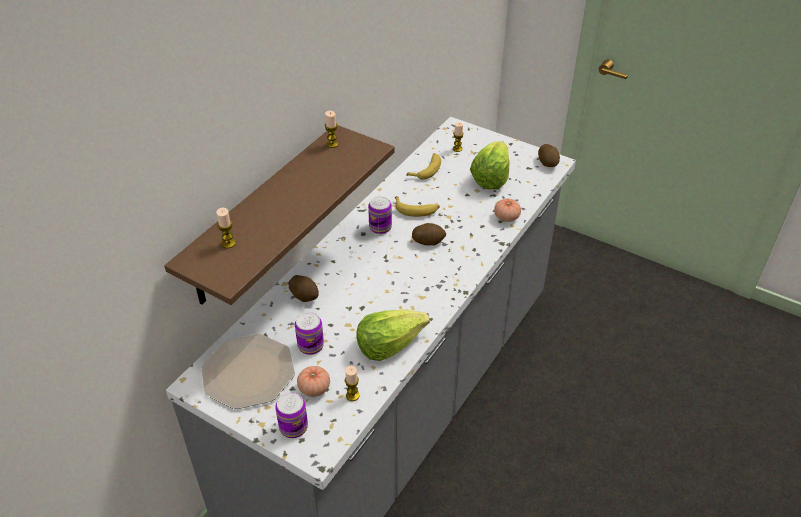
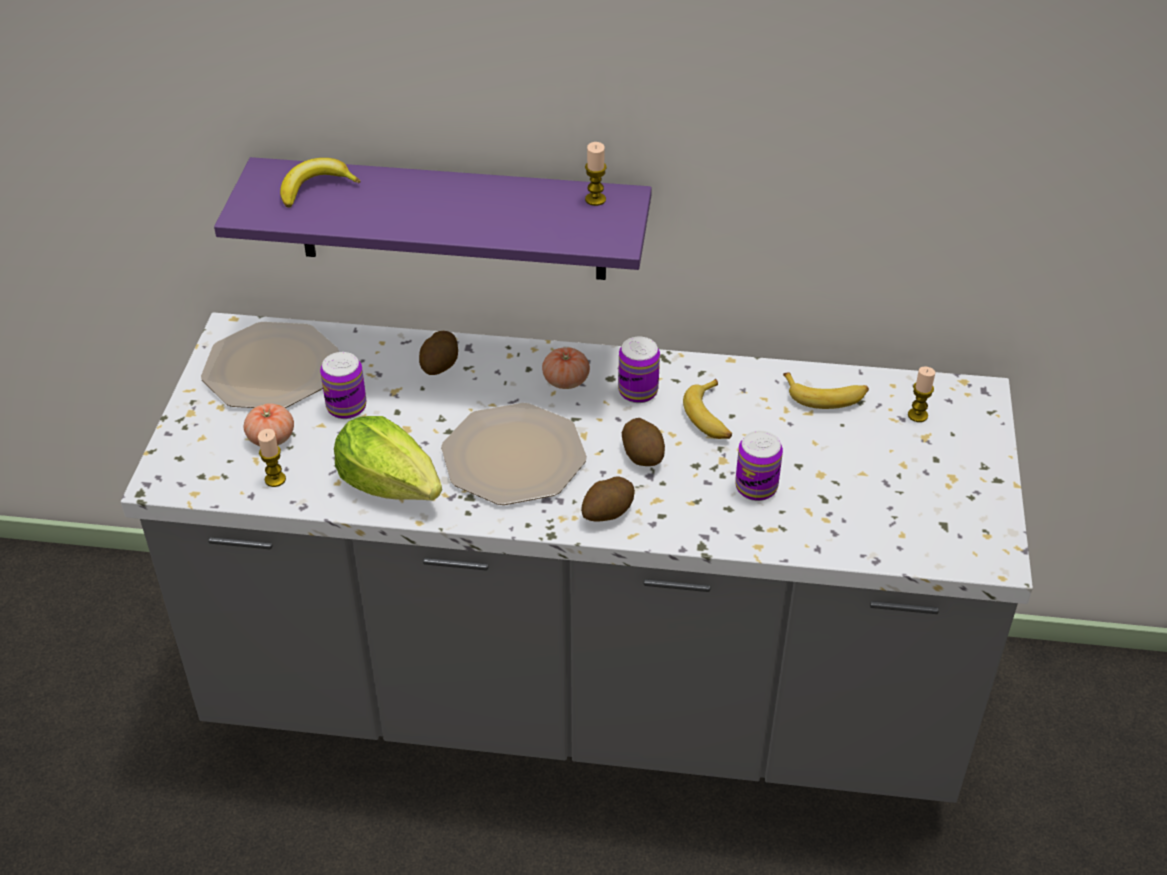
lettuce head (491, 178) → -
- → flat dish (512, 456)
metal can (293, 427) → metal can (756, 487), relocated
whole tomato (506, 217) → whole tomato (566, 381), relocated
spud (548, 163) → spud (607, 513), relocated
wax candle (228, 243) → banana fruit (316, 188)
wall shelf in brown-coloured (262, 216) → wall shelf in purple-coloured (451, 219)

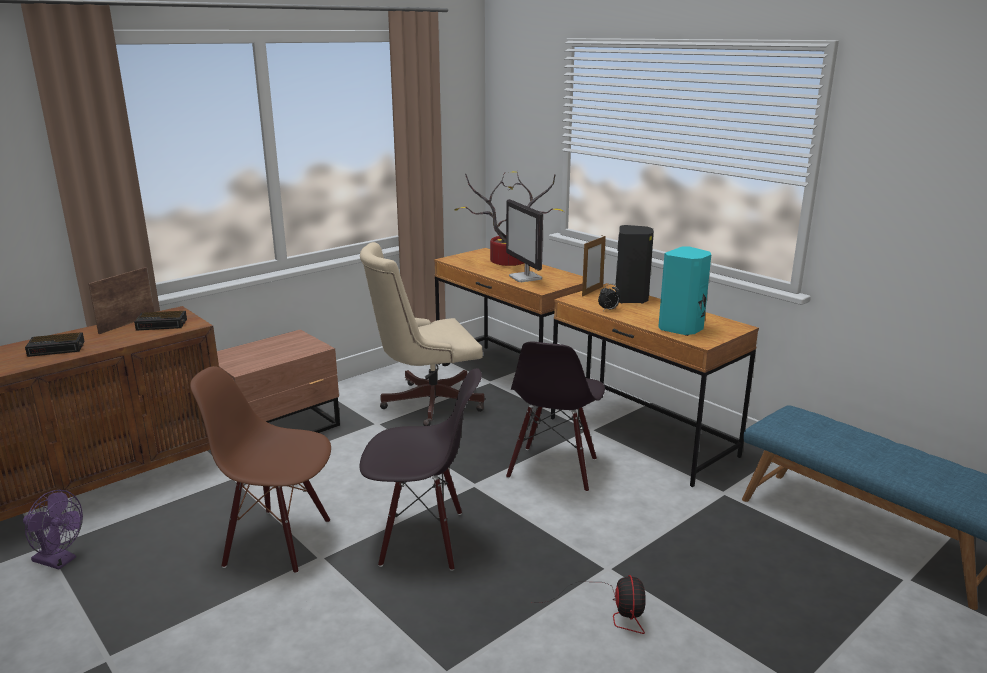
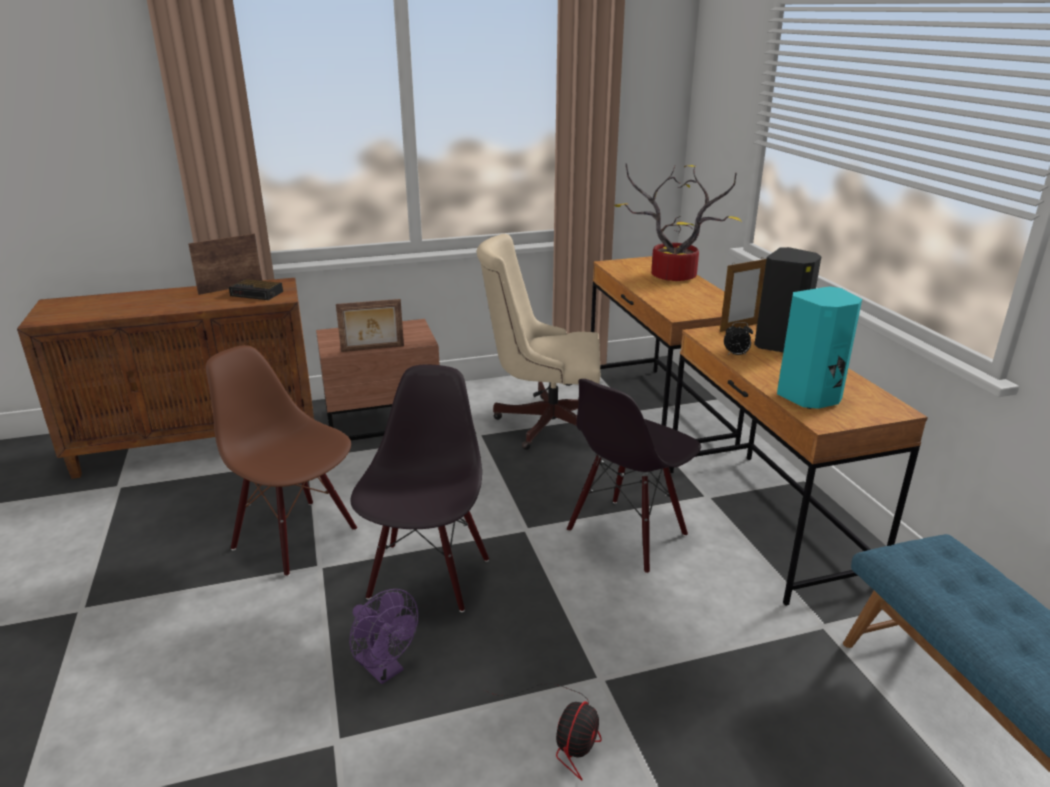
alarm clock (58, 348) → -
computer display (526, 278) → -
- → picture frame (372, 349)
fan in purple-coloured (59, 561) → fan in purple-coloured (385, 669), relocated
plain chair in black (422, 539) → plain chair in black (427, 577), 105 degrees counterclockwise

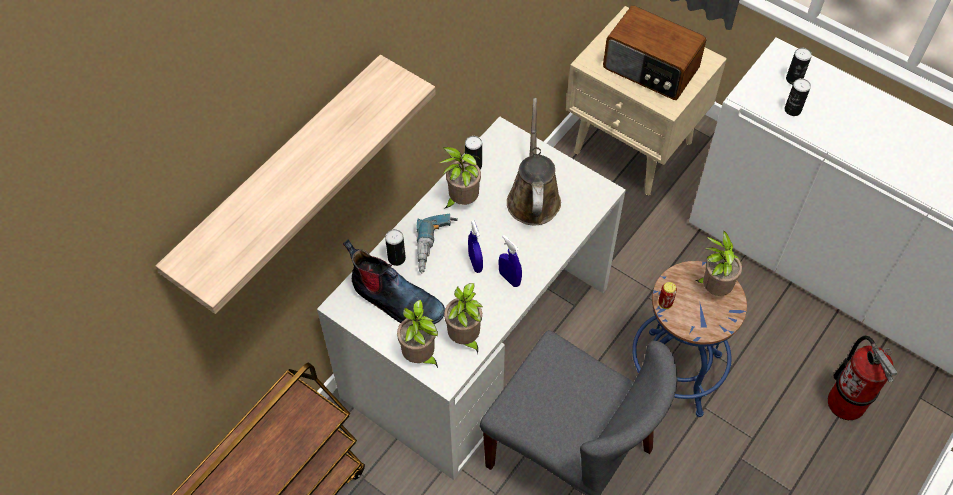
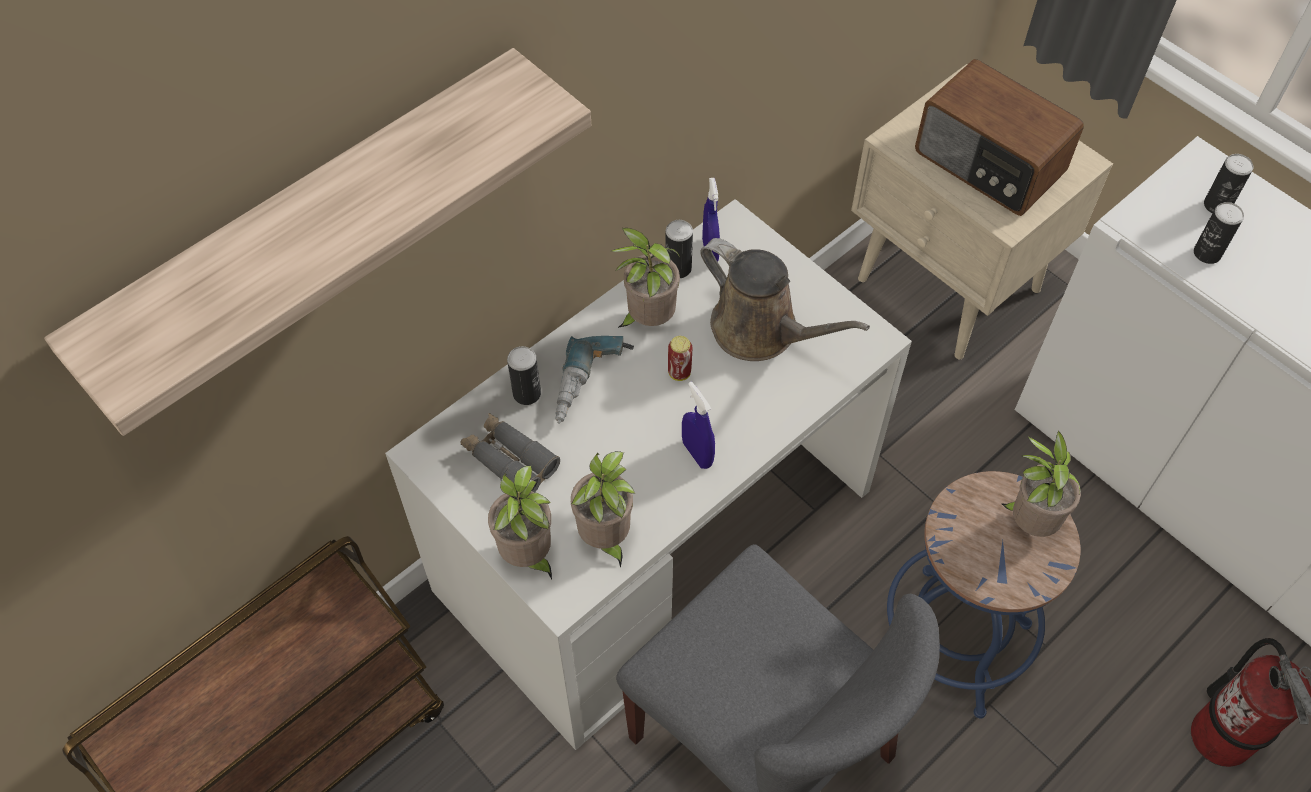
sprayer in bluish (475, 263) → sprayer in bluish (710, 251), relocated
metal can (665, 303) → metal can (679, 372), relocated
boot (395, 300) → field glasses in gray (509, 460)
sprinkling can in brown-coloured (533, 197) → sprinkling can in brown-coloured (761, 331), 120 degrees clockwise

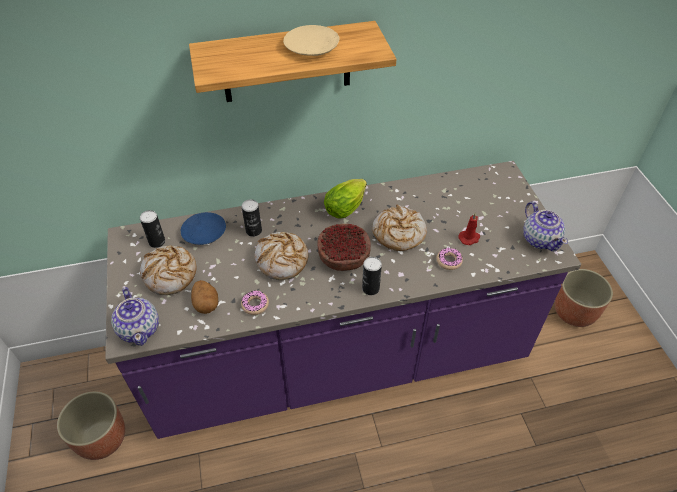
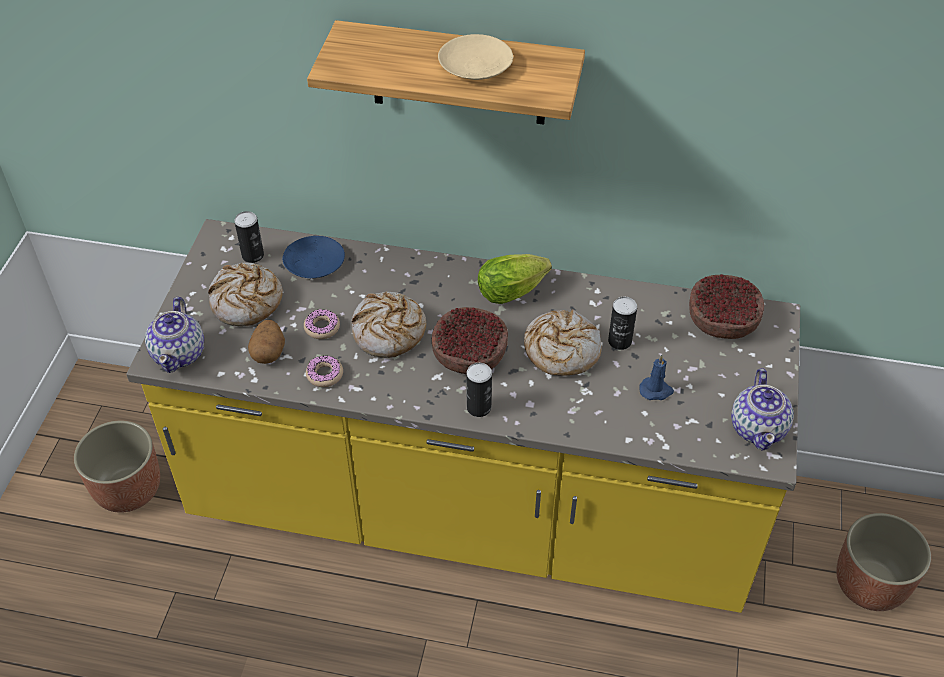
- → bowl (721, 320)
metal can (253, 231) → metal can (619, 341), relocated
ring doughnut (449, 261) → ring doughnut (322, 327), relocated
kitchen counter in purple-coloured (338, 358) → kitchen counter in yellowish (472, 508)
wax candle in red-coloured (469, 238) → wax candle in bluish (656, 390)

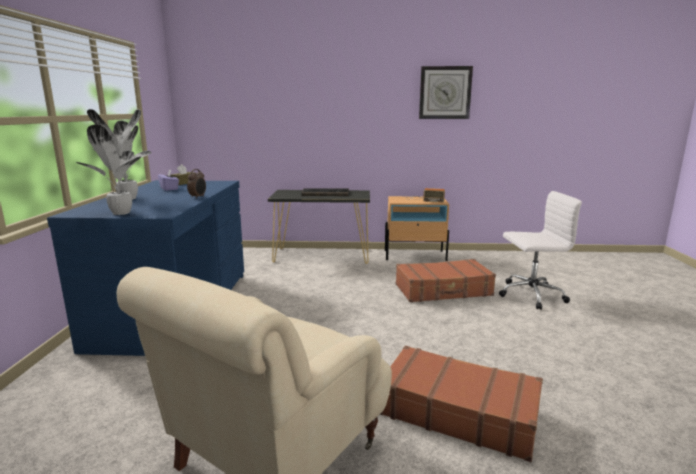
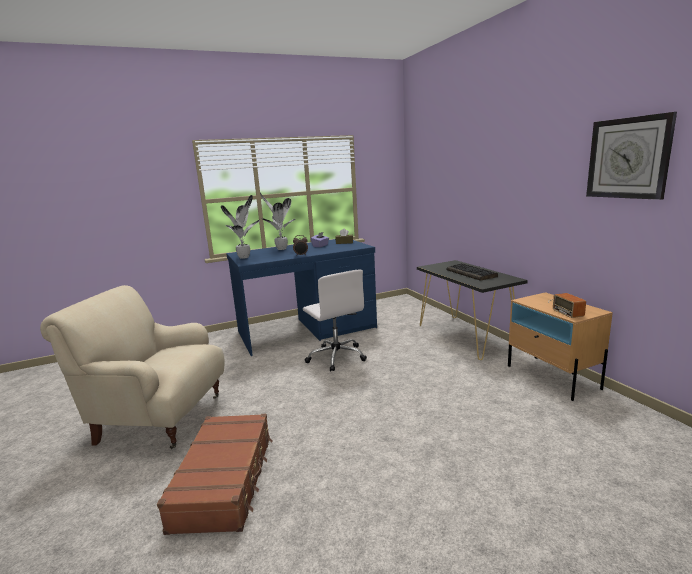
suitcase in brown-coloured (443, 290) → -
office chair in white (530, 295) → office chair in white (336, 357), relocated

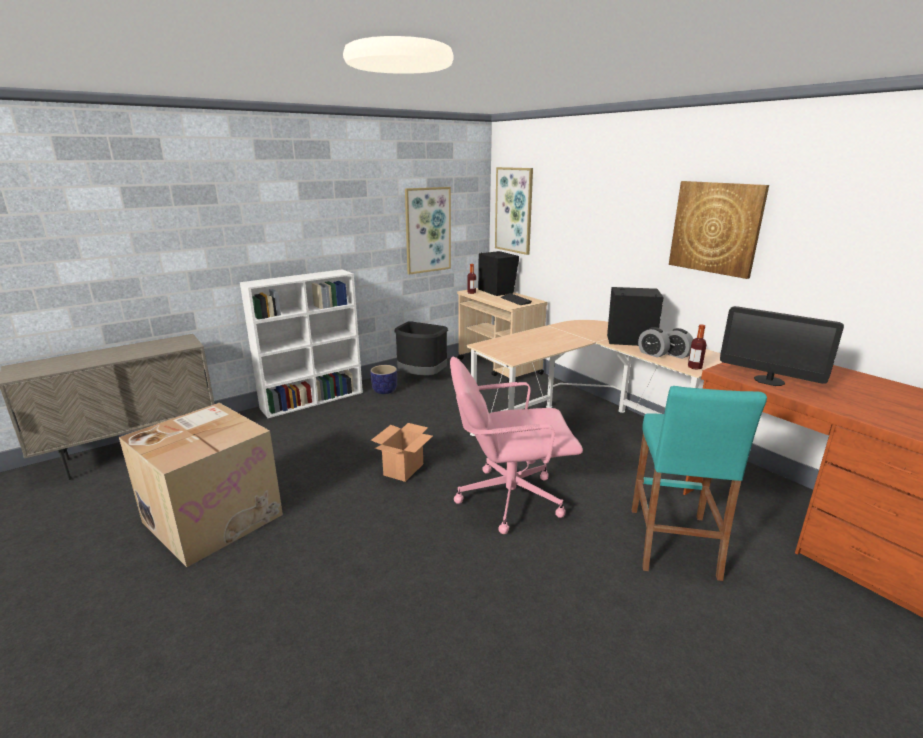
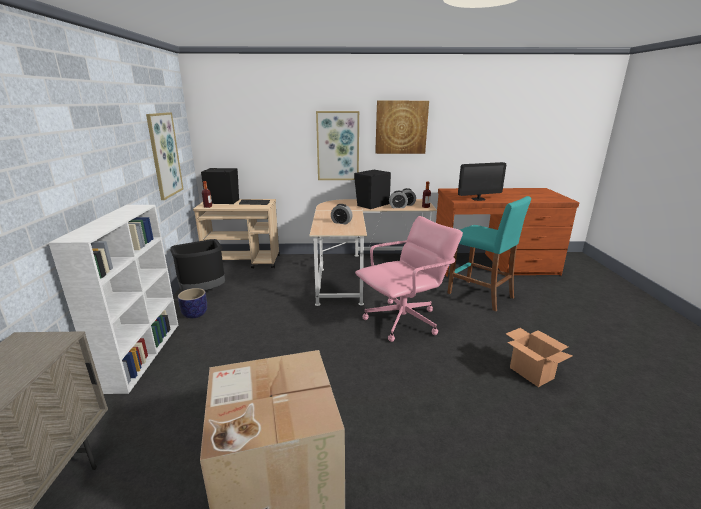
- → alarm clock (341, 222)
packing box (403, 469) → packing box (530, 373), relocated
wall picture (514, 210) → wall picture (338, 146), relocated
office chair in pinkish (508, 498) → office chair in pinkish (403, 321), 150 degrees counterclockwise

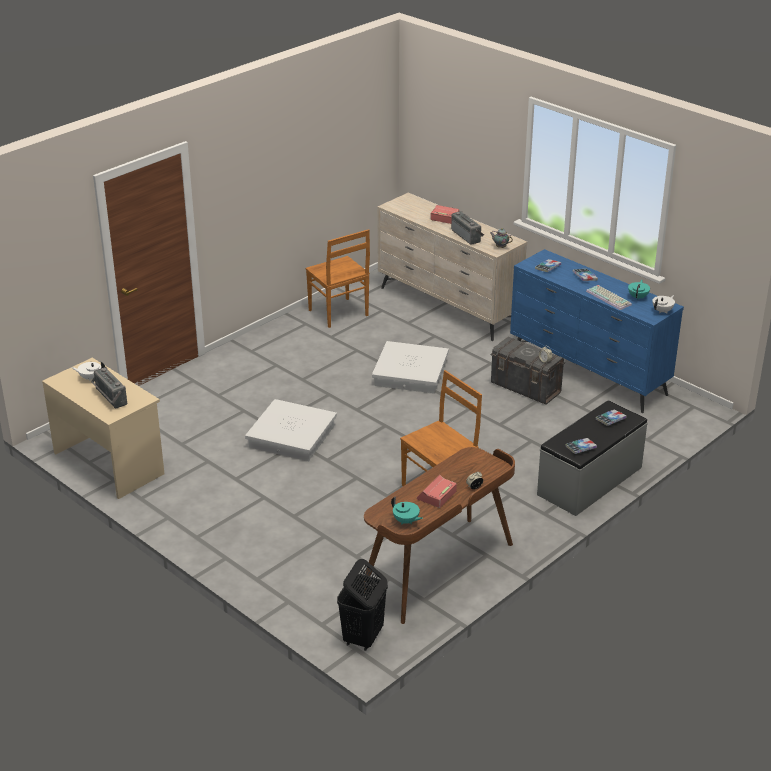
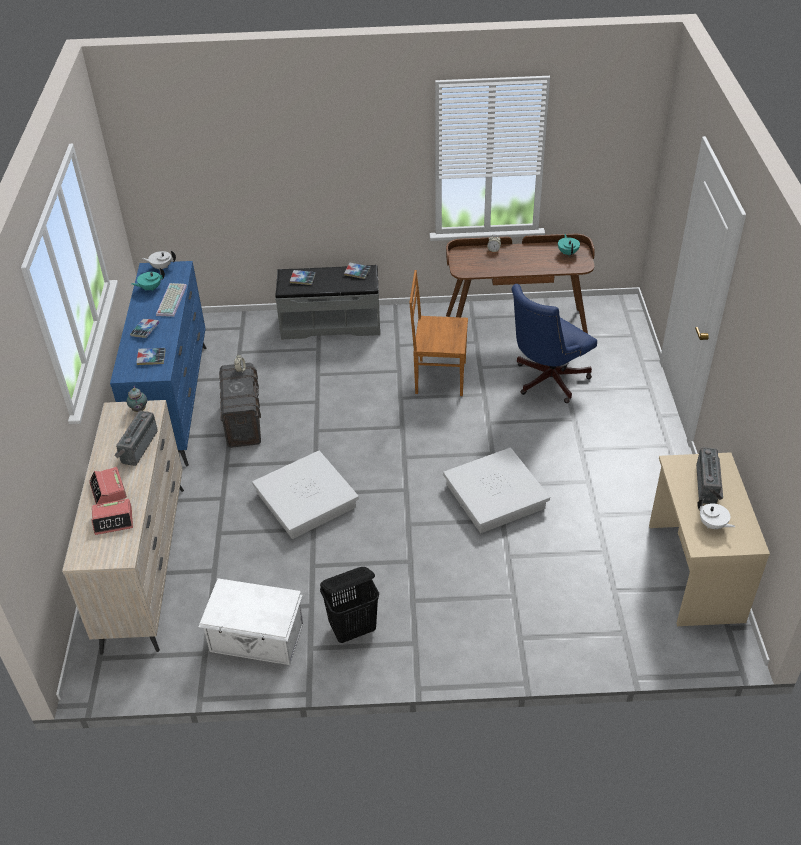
- → office chair in bluish (546, 381)
hamper in black (363, 637) → hamper in black (353, 629), relocated
alarm clock (436, 495) → alarm clock (113, 520), relocated
plain chair in brown-coloured (339, 313) → storage bin in white (257, 638)

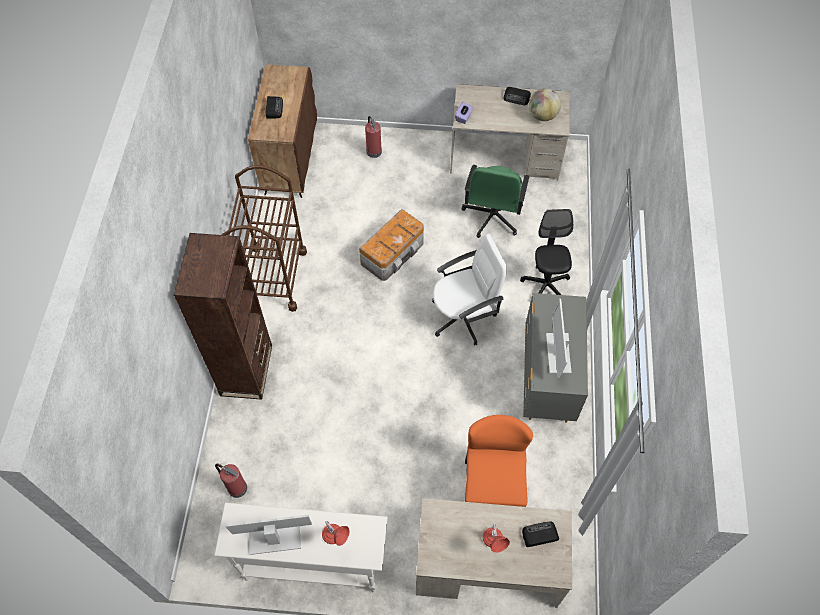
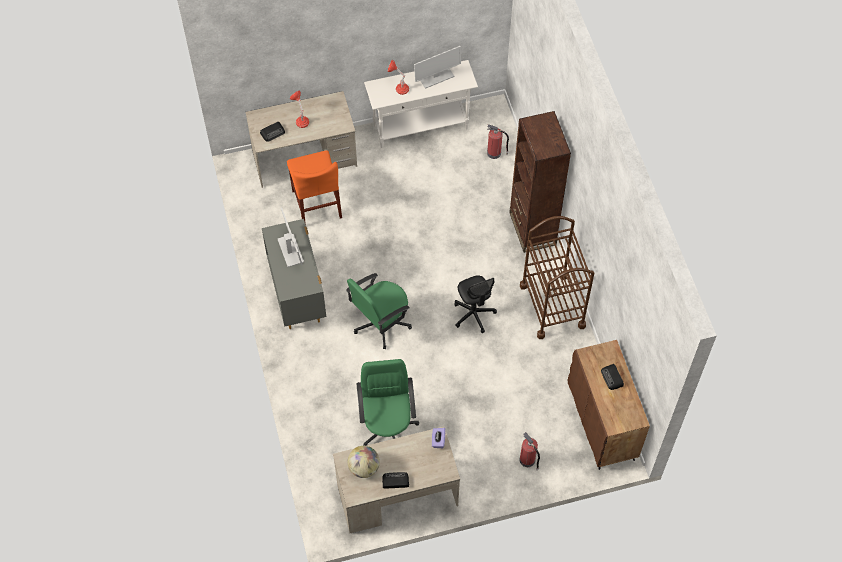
storage bin (393, 253) → -
office chair in black (545, 285) → office chair in black (473, 314), relocated
office chair in white (463, 317) → office chair in green-coloured (380, 323)

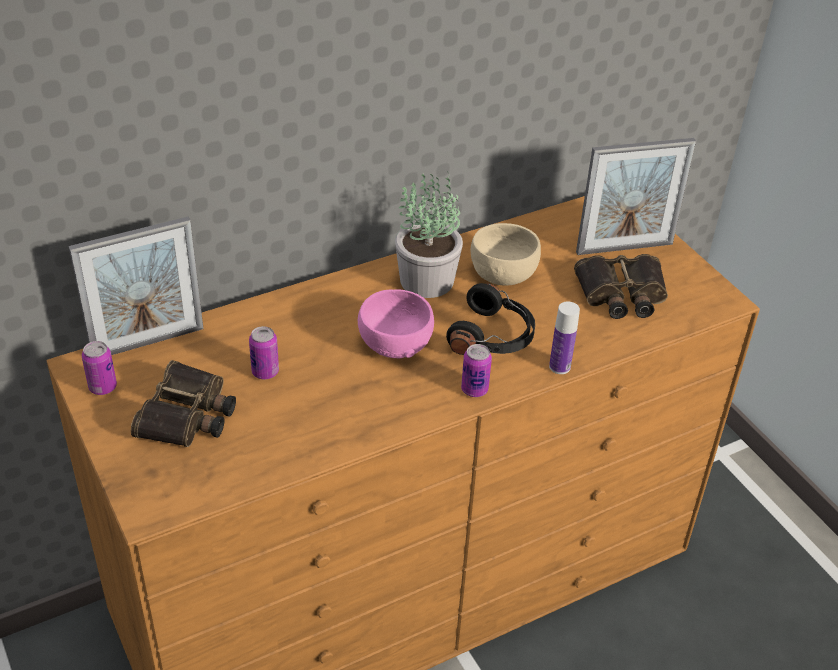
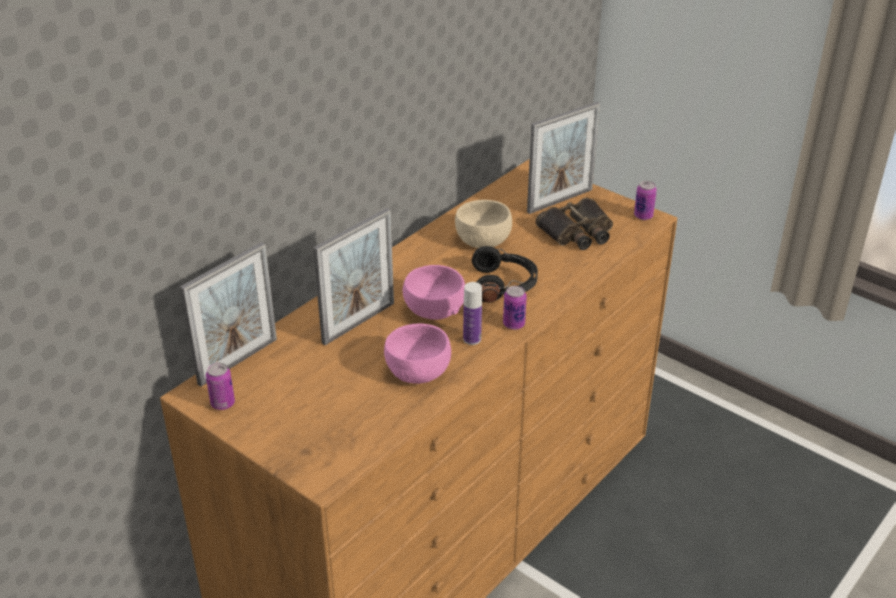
field glasses (188, 415) → -
houseplant (426, 279) → -
- → picture frame (358, 323)
- → bowl in pinkish (418, 370)
metal can (265, 372) → metal can (643, 216), relocated
beverage bottle (559, 367) → beverage bottle (472, 339), relocated

